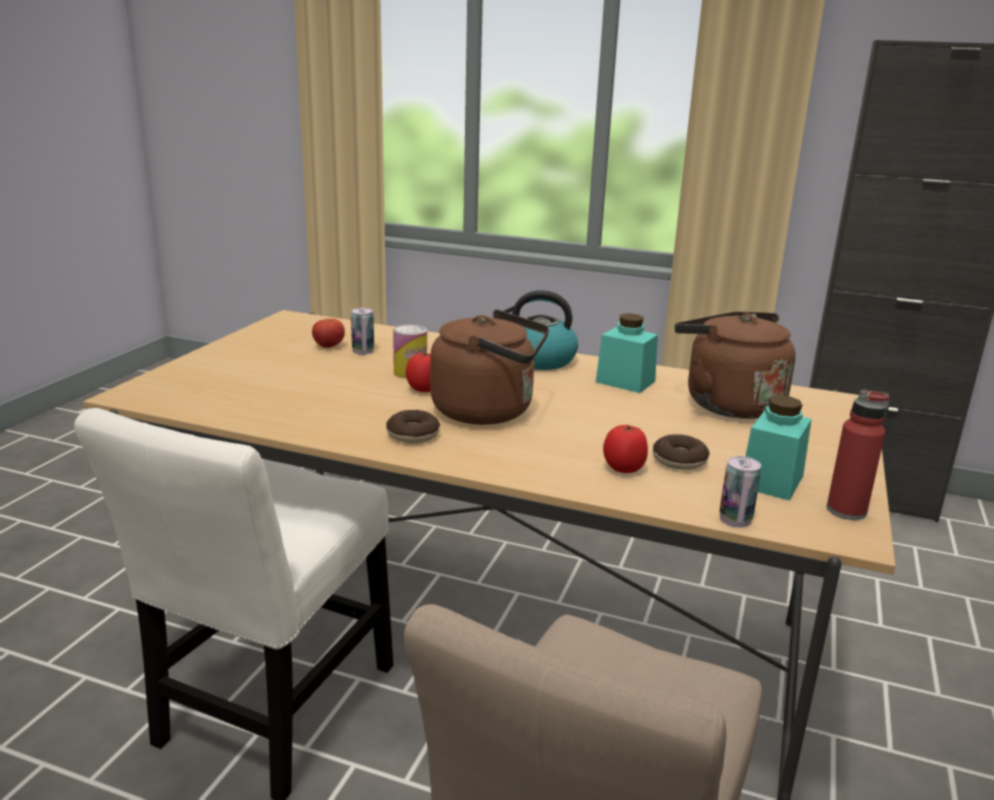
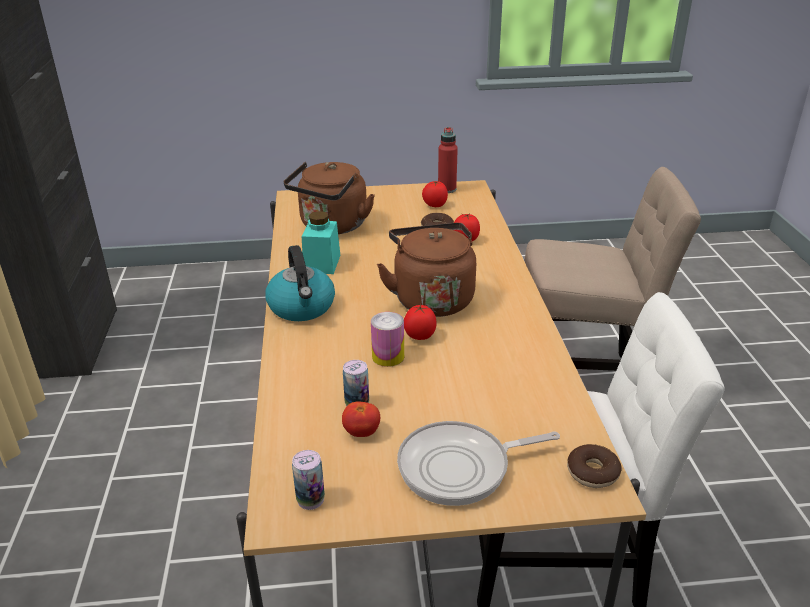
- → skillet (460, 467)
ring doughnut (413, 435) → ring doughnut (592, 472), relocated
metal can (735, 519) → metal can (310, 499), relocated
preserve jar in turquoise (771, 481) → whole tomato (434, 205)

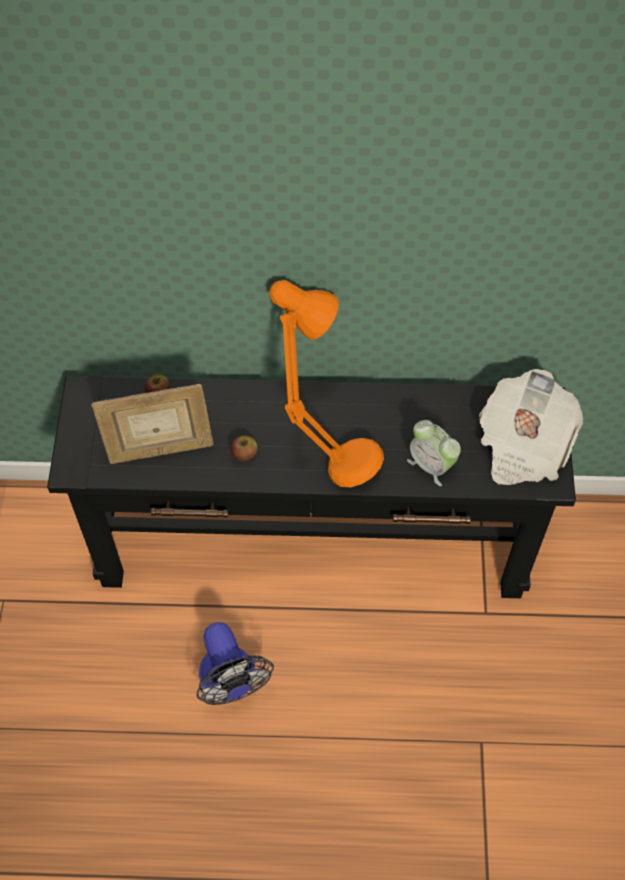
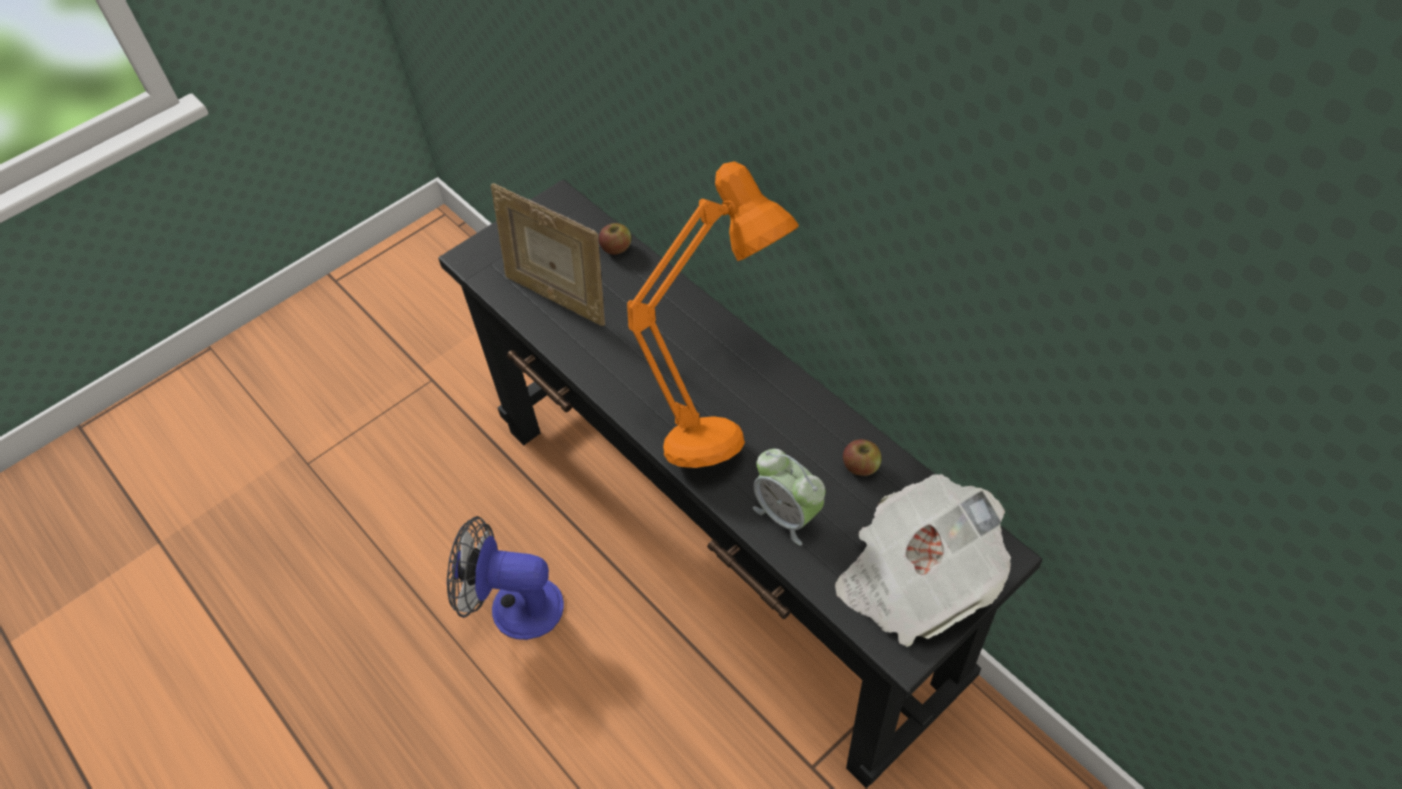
apple (244, 454) → apple (861, 466), relocated
fan (231, 683) → fan (514, 606), 75 degrees clockwise
alarm clock (431, 465) → alarm clock (788, 515), 45 degrees counterclockwise

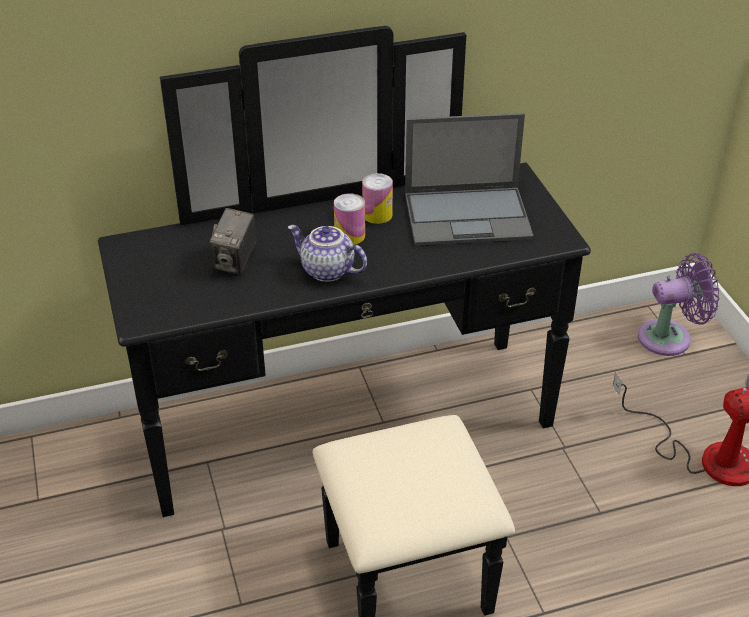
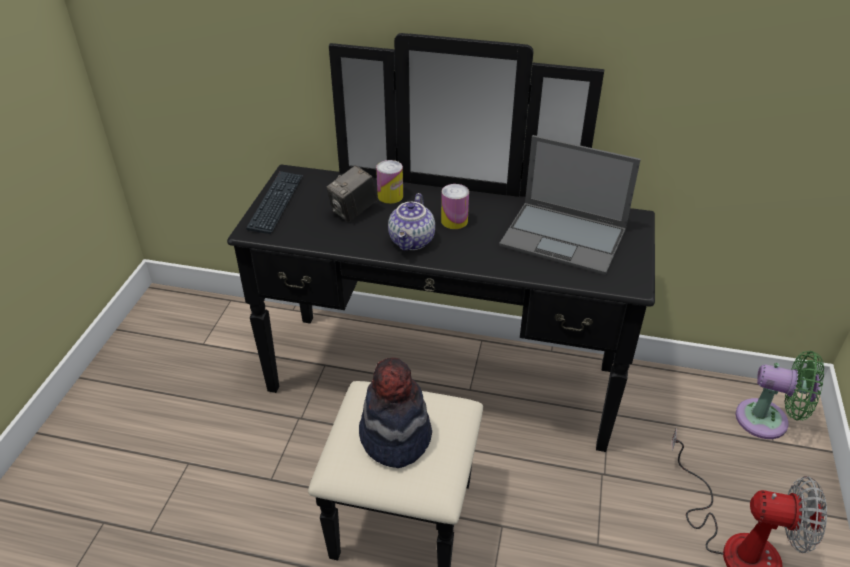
- → computer keyboard (276, 203)
- → wearable hat (395, 437)
metal can (377, 215) → metal can (390, 196), relocated
fan in purple-coloured (670, 337) → fan in green-coloured (768, 421)
tea pot (326, 271) → tea pot (413, 241), 135 degrees counterclockwise

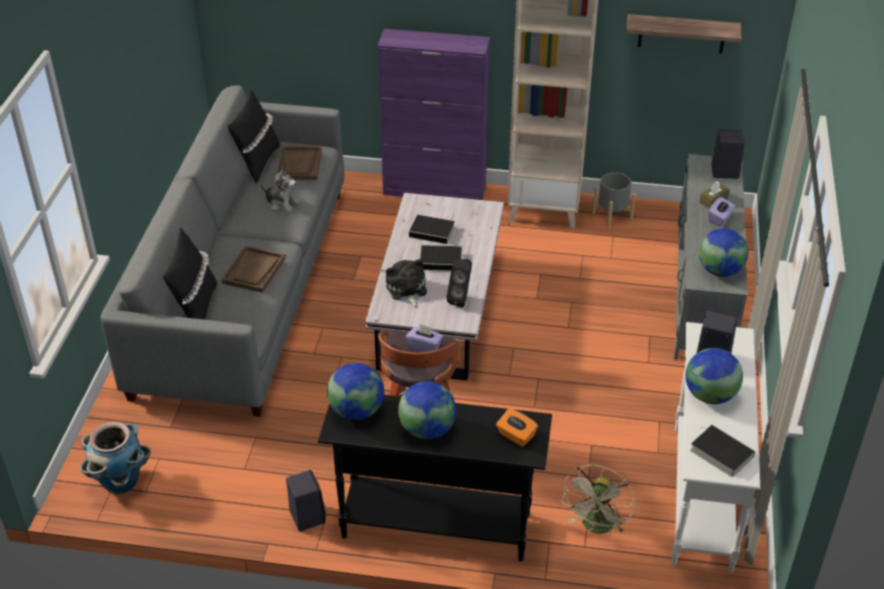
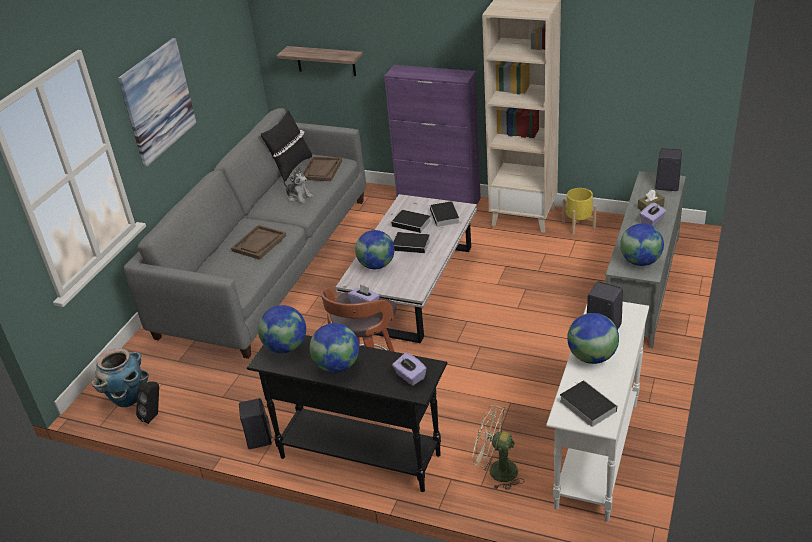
cushion in black (196, 308) → -
- → wall picture (157, 101)
- → bound book (445, 217)
speaker in black (461, 299) → speaker in black (154, 415), relocated
wall shelf (681, 34) → wall shelf (326, 61), relocated
cuddly toy (407, 290) → globe (376, 265)
tissue holder in orangey (516, 436) → tissue holder in purple-coloured (410, 376)
plant pot in gray (611, 216) → plant pot in yellowish (578, 225)
fan in sand-coloured (597, 527) → fan in sand-coloured (496, 471), 75 degrees clockwise

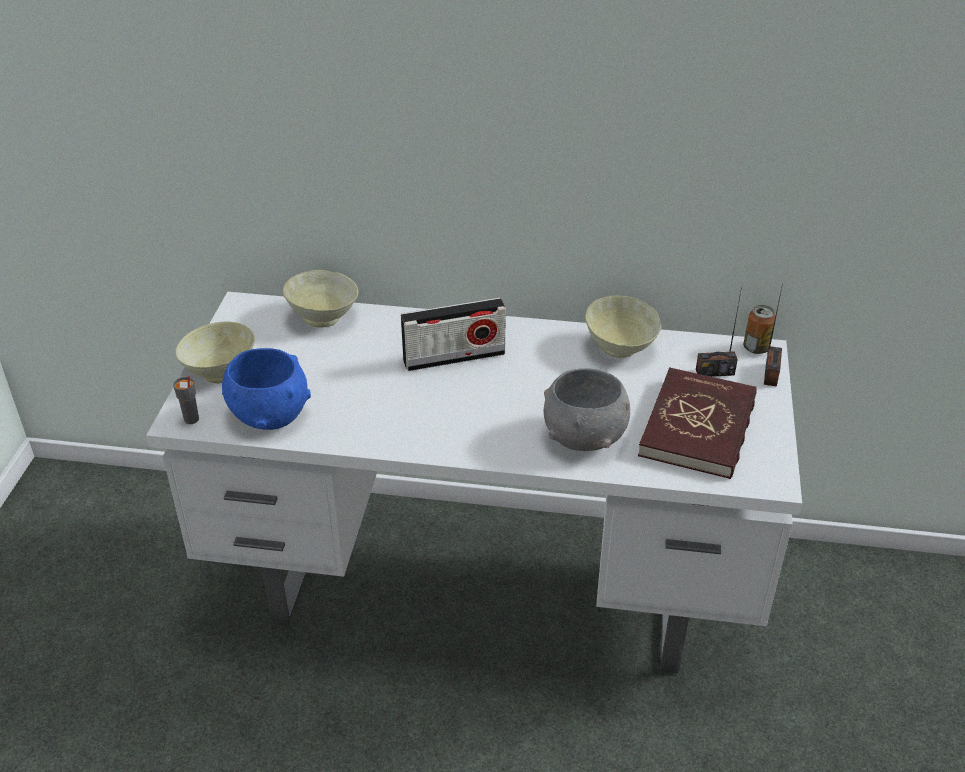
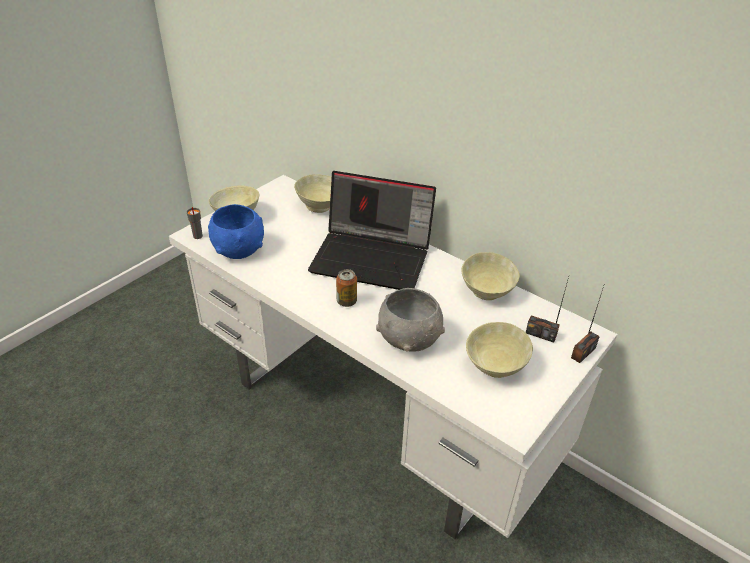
metal can (756, 348) → metal can (346, 301), relocated
radio receiver (454, 357) → notebook computer (373, 257)
bound book in red-coloured (698, 427) → bowl in sand-coloured (494, 367)

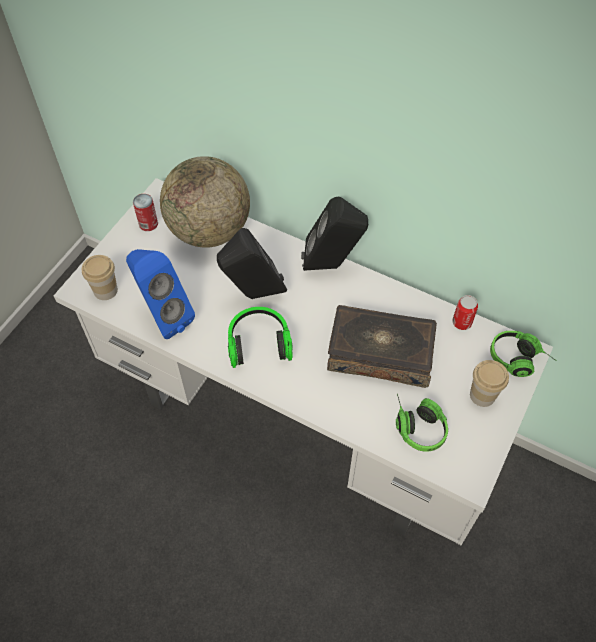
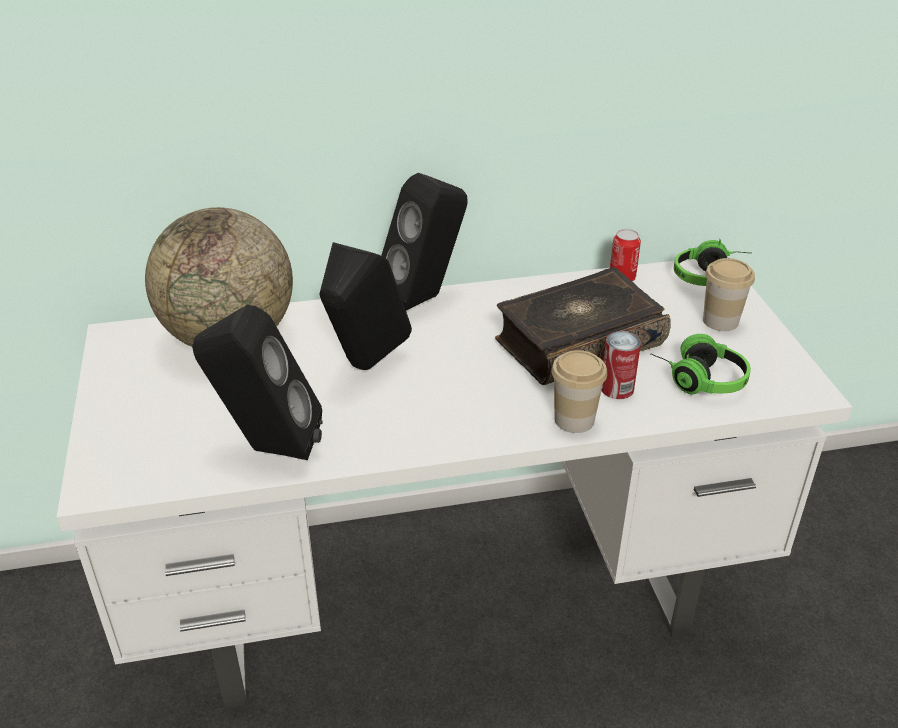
pair of headphones (259, 343) → -
drinking cup (105, 290) → drinking cup (574, 420), relocated
metal can (148, 223) → metal can (617, 388), relocated
speaker in bluish (163, 317) → speaker in black (267, 448)

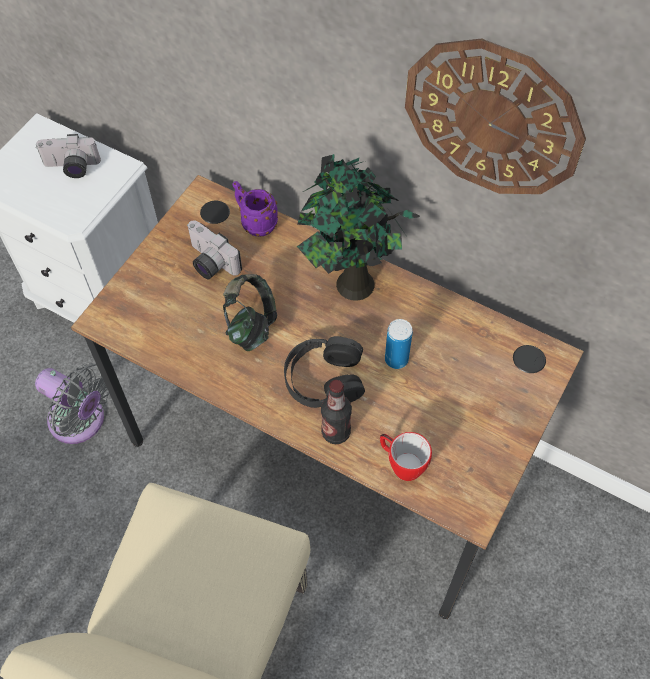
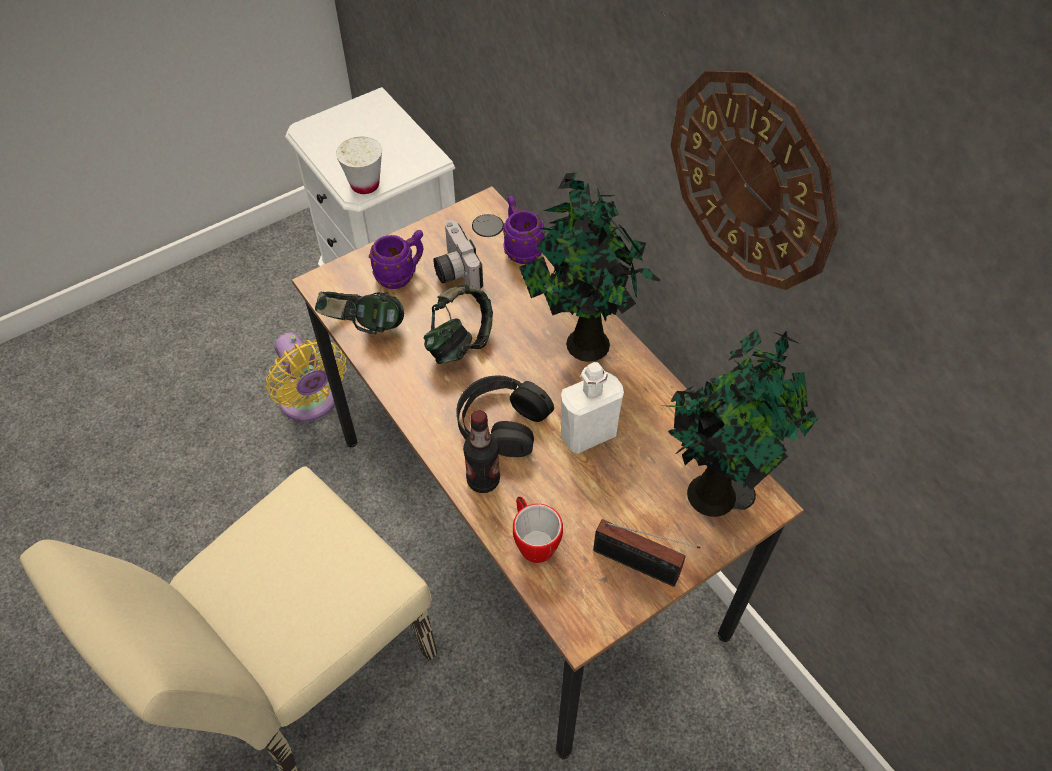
photo camera (71, 168) → -
- → pair of headphones (363, 328)
- → drinking cup in white (365, 185)
- → mug in purple-coloured (401, 275)
- → radio receiver (640, 566)
- → houseplant (713, 491)
metal can (396, 359) → beverage bottle in white (588, 434)
fan in gray (81, 421) → fan in yellowish (311, 402)

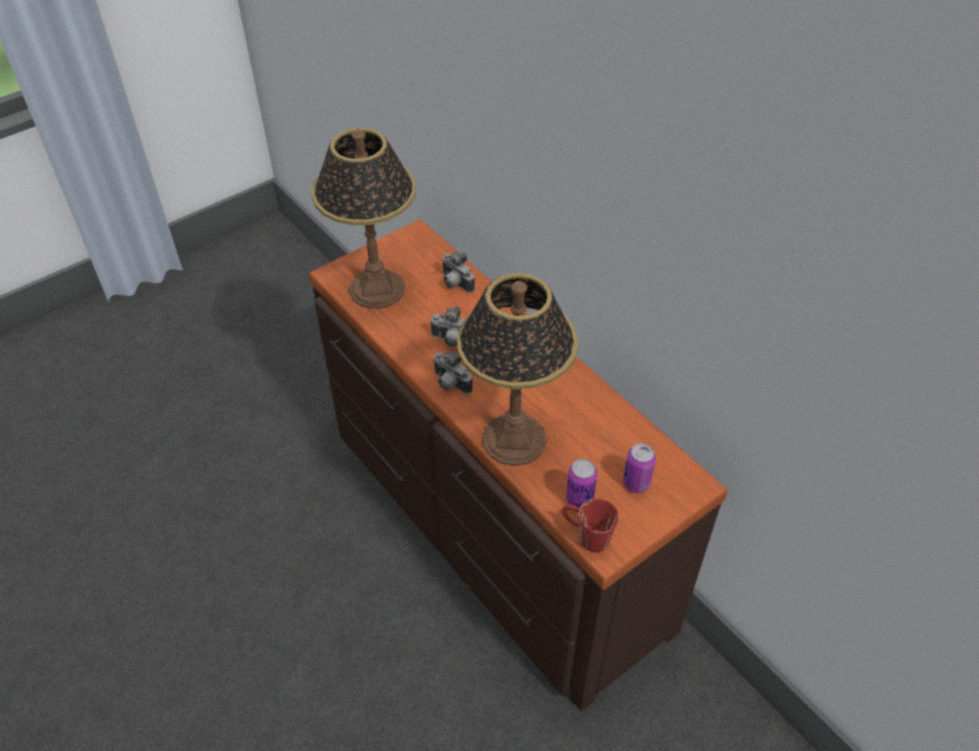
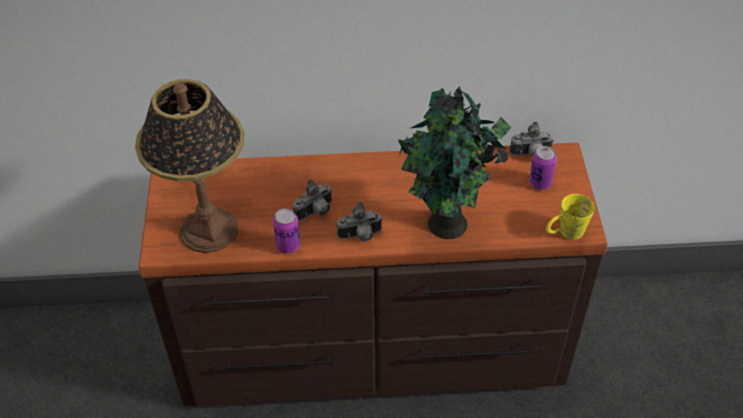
photo camera (455, 283) → photo camera (531, 155), relocated
metal can (579, 499) → metal can (288, 245), relocated
table lamp (513, 439) → houseplant (447, 227)
mug in red-coloured (585, 536) → mug in yellowish (565, 234)

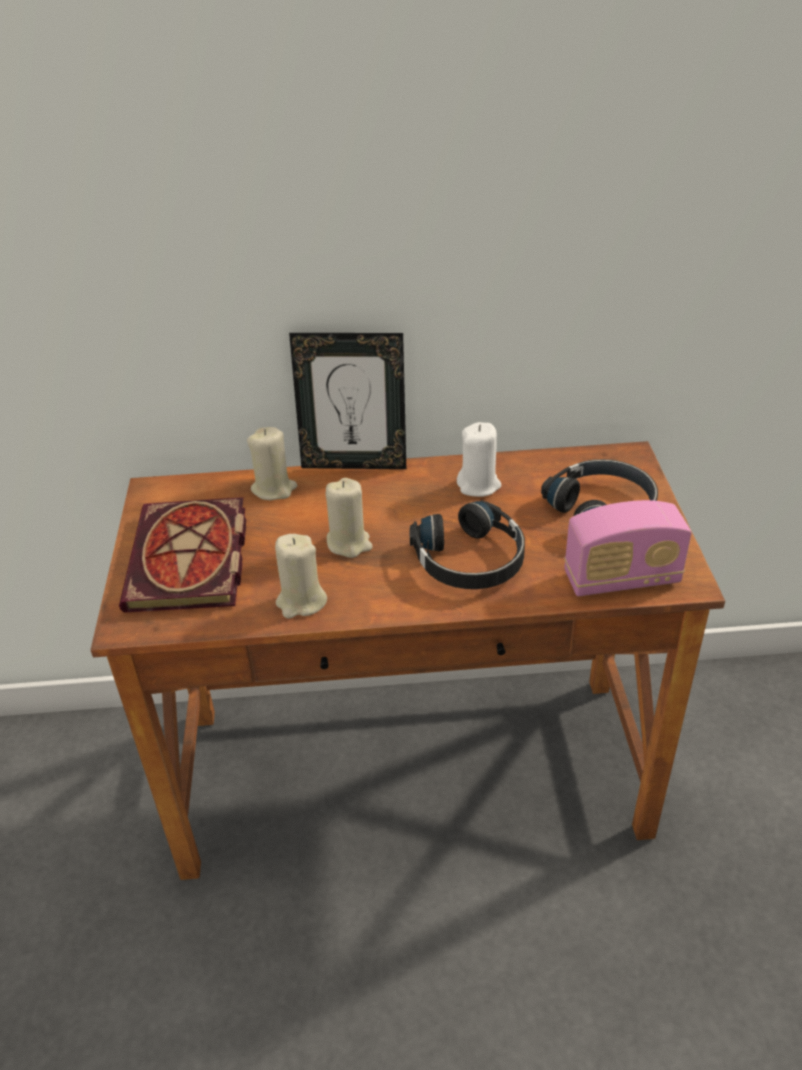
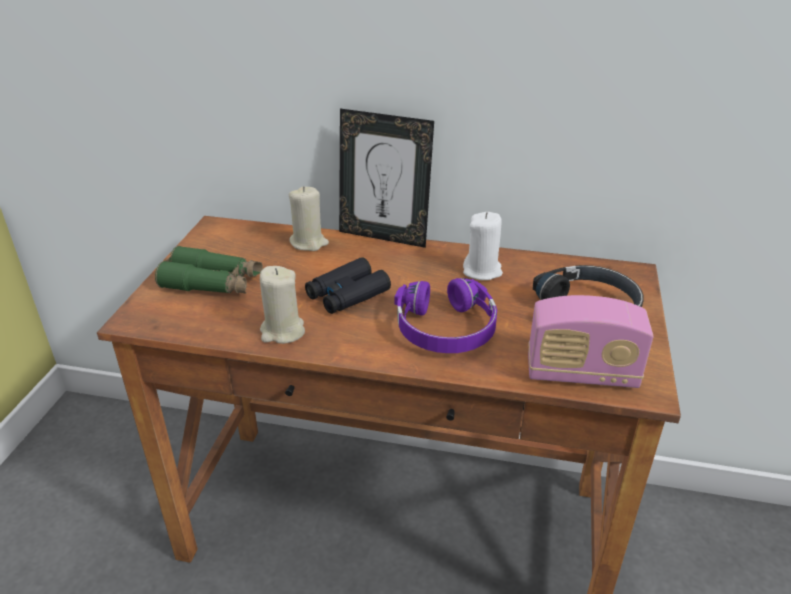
bound book (191, 561) → field glasses in green-coloured (213, 283)
wax candle in sand-coloured (349, 543) → field glasses in black (347, 294)
pair of headphones in black (471, 560) → pair of headphones in purple-coloured (446, 329)

